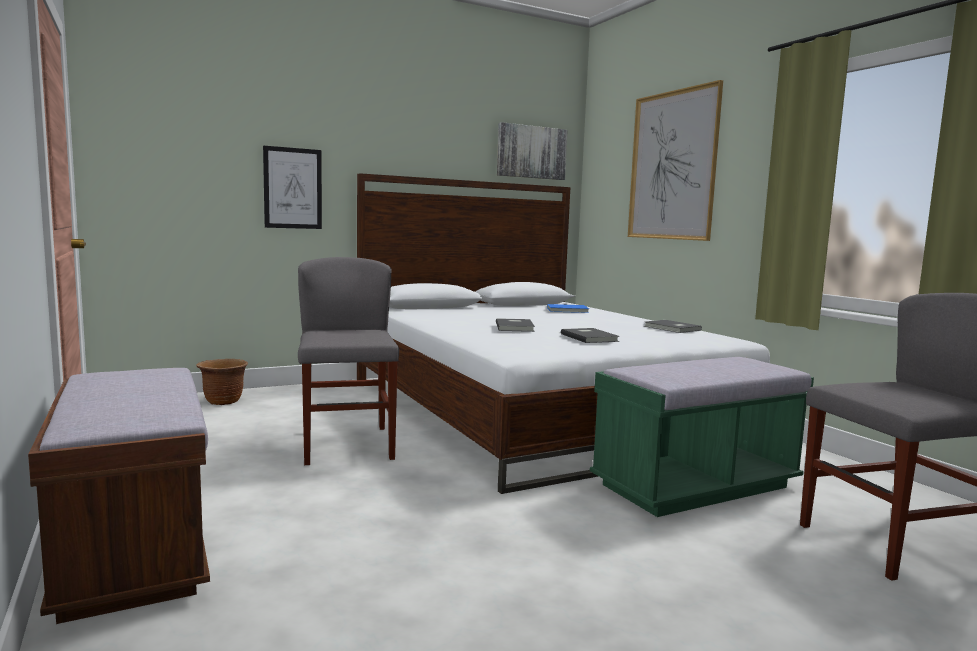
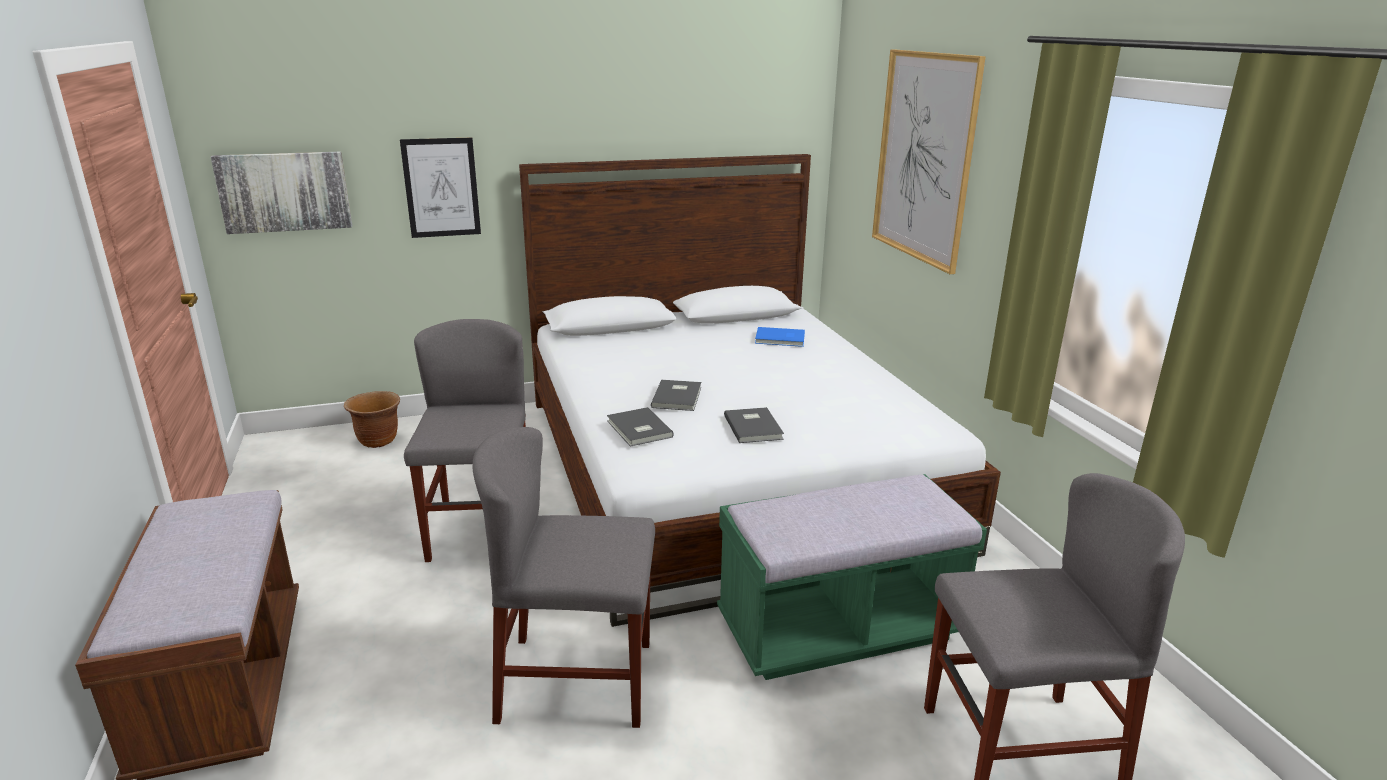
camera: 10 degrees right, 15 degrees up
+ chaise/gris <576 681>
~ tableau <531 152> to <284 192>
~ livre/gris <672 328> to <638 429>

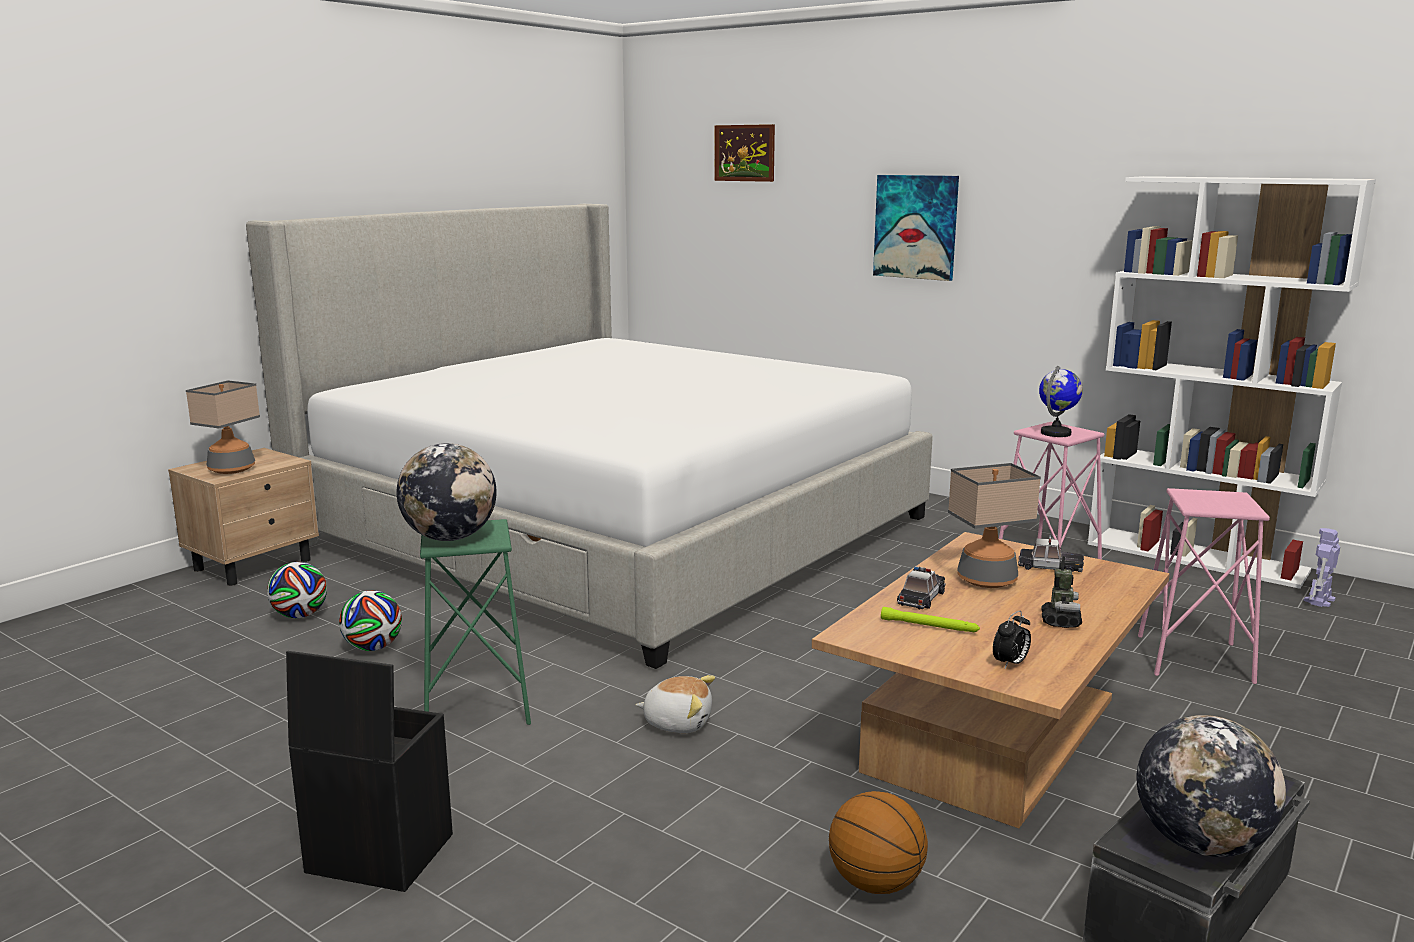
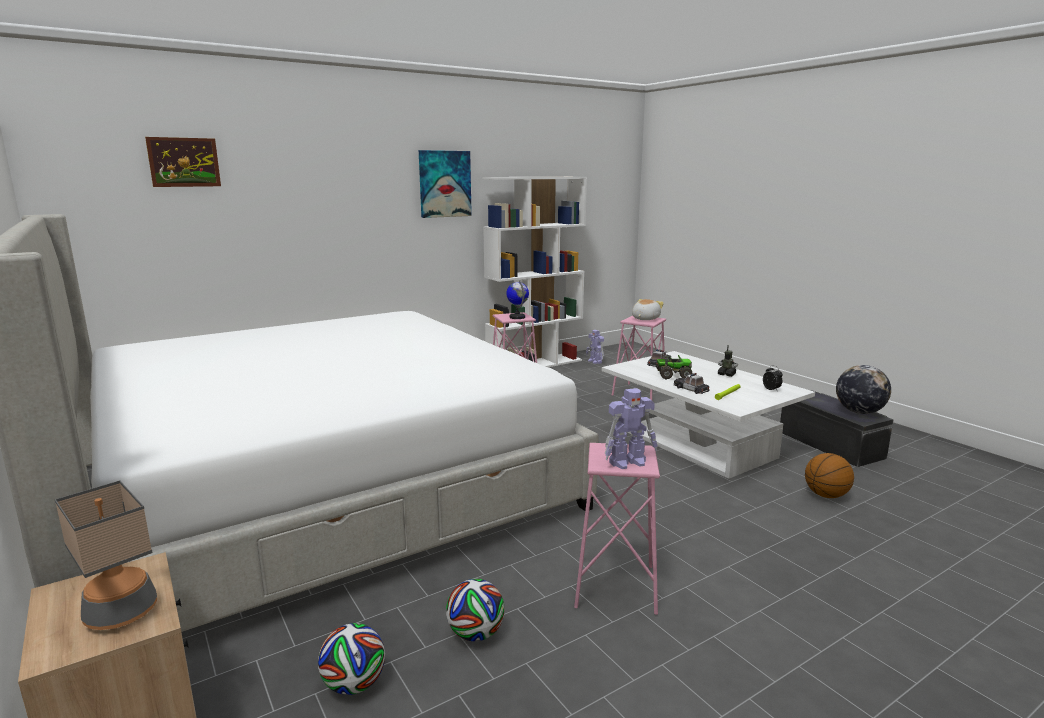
camera: 70 degrees left, 0 degrees up
- boîte de rangement/noir <376 854>
~ peluche <678 722> to <644 319>
~ tableau <916 227> to <444 184>
~ globe <450 538> to robot jouet <629 462>
~ lampe de table <987 580> to camion jouet <672 375>
~ tabouret/vert <476 705> to tabouret/rose <615 586>
~ table basse/marron <992 734> to table basse/blanc <696 443>

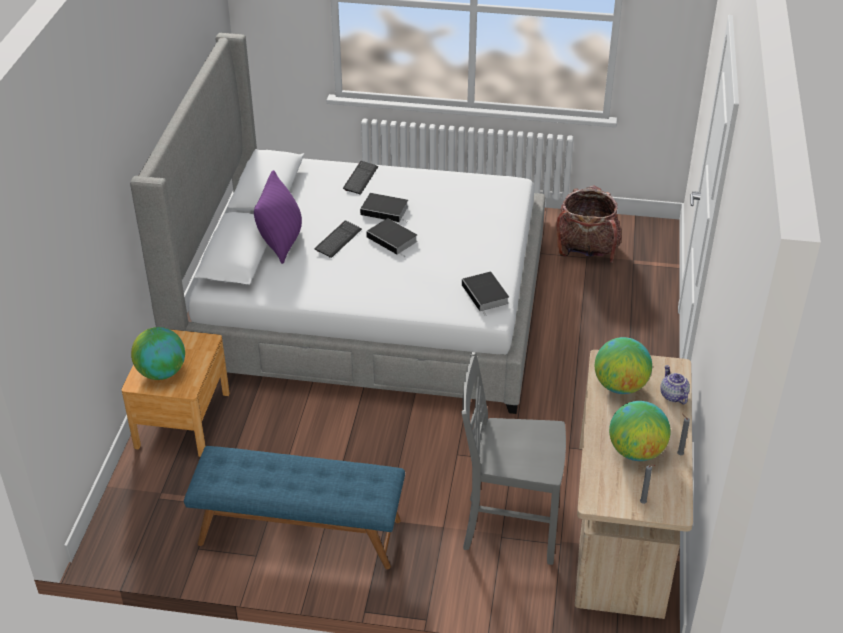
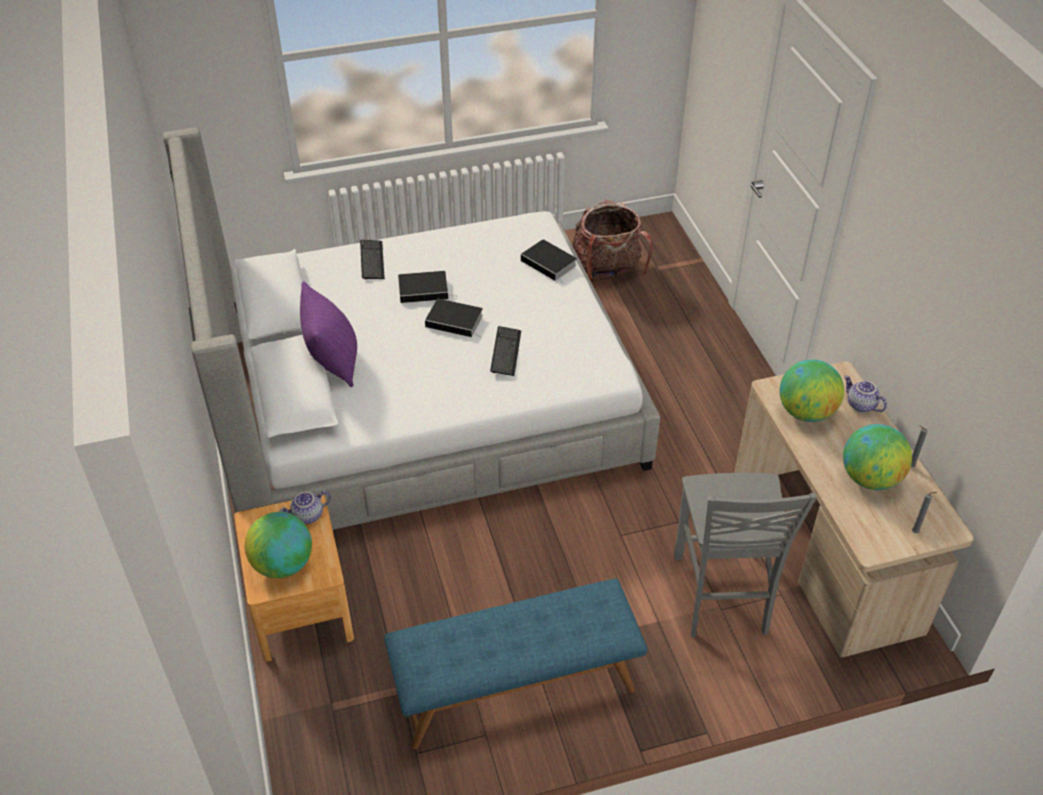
camera: 25 degrees left, 5 degrees up
+ théière <308 516>
~ clavier <338 240> to <506 352>
~ livre <486 295> to <550 263>
~ chaise/gris <508 527> = <721 596> 75 degrees counterclockwise

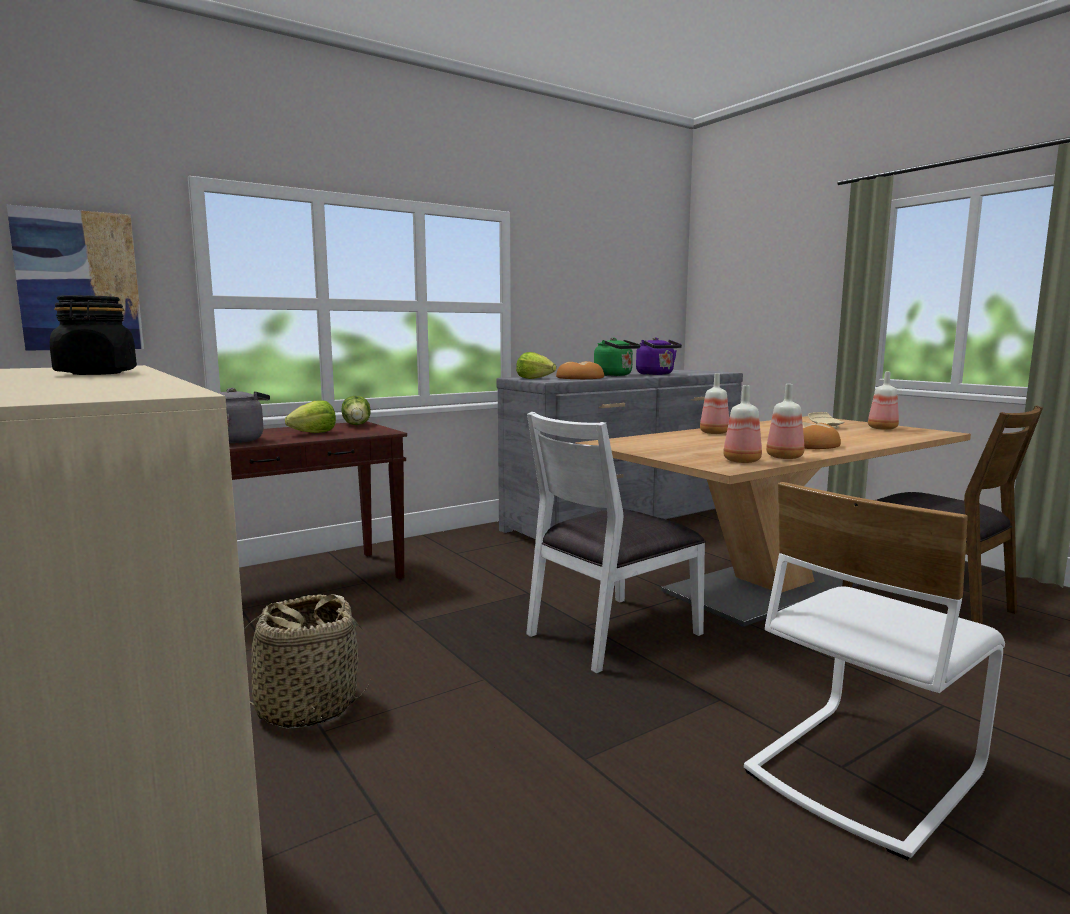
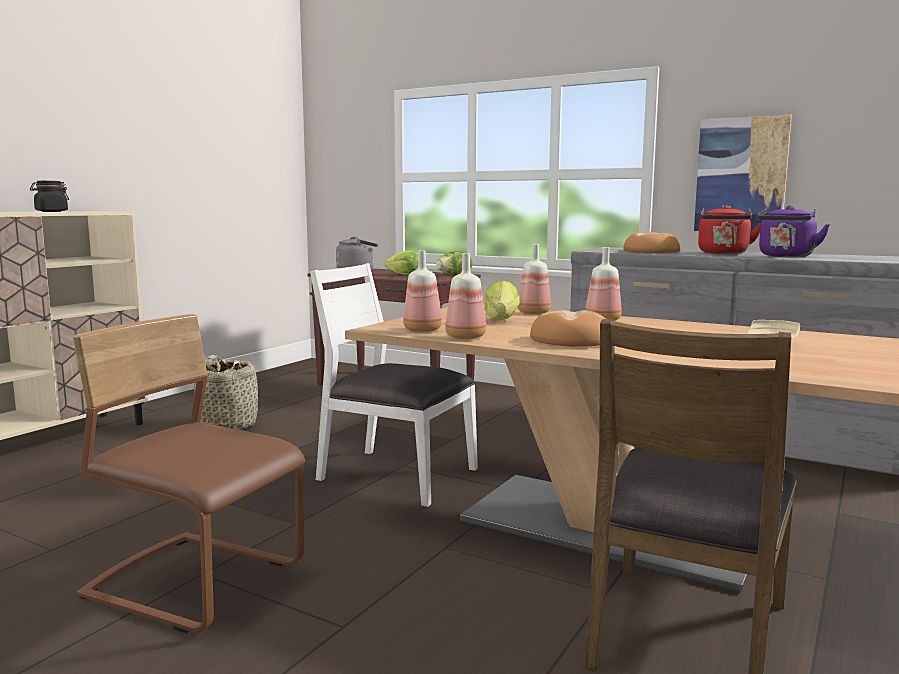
camera: 65 degrees right, 0 degrees up
~ tableau <79 281> to <741 175>
~ laitue <534 378> to <501 320>
~ bouteille <883 428> to <533 313>
~ bouilloire/vert <615 375> to bouilloire/rouge <723 253>
~ chaise/blanc <862 771> to chaise/marron <196 582>

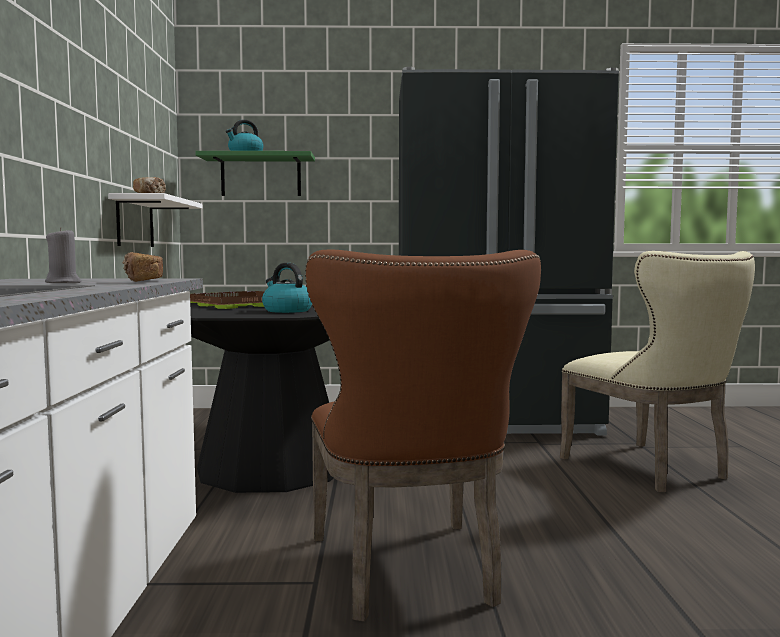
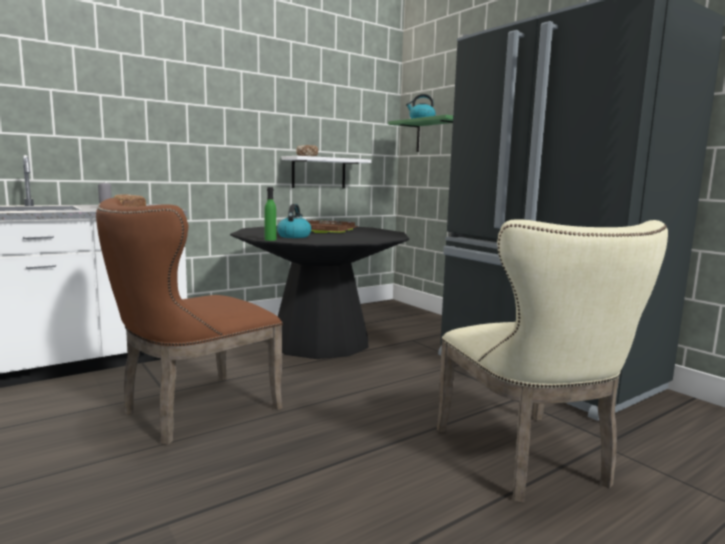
camera: 55 degrees right, 5 degrees up
+ bouteille/vert <270 239>
~ chaise/beige <653 470> = <530 460> 45 degrees counterclockwise

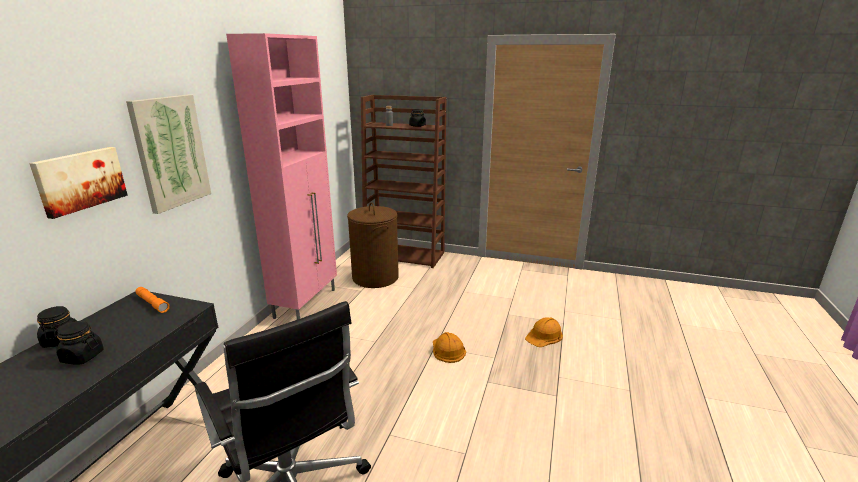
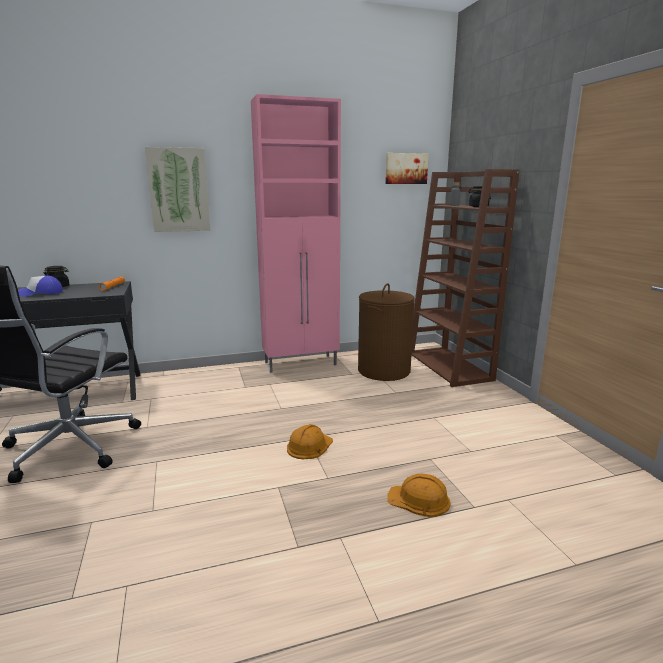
camera: 55 degrees right, 5 degrees down
~ tableau <80 180> to <406 168>
~ bocal/noir <82 356> to casquette <40 293>

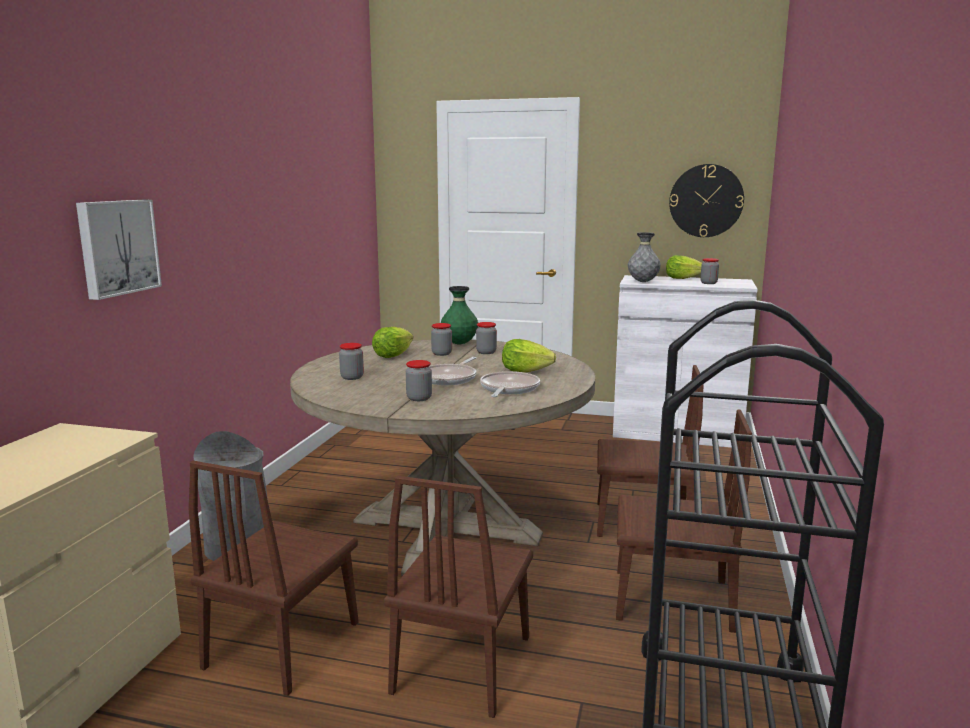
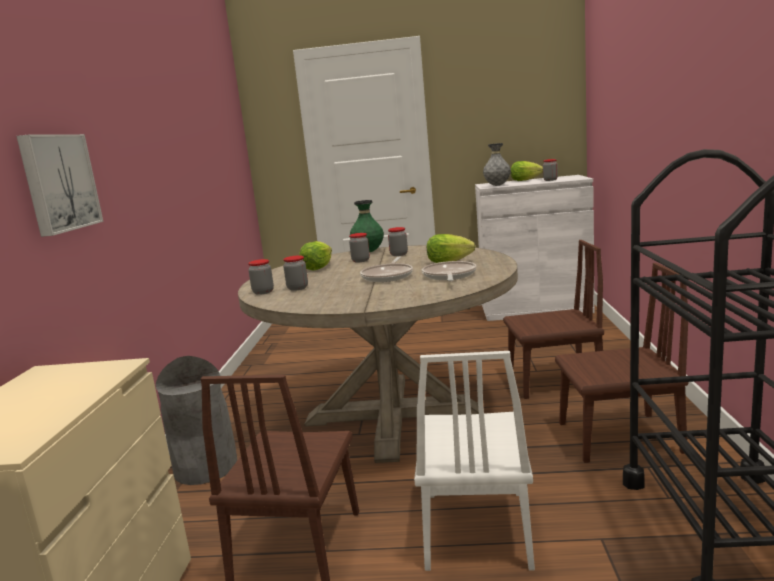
camera: 10 degrees left, 0 degrees up
- horloge murale <706 201>
~ bocal <419 398> to <263 292>
~ chaise/marron <462 663> to chaise/blanc <476 528>

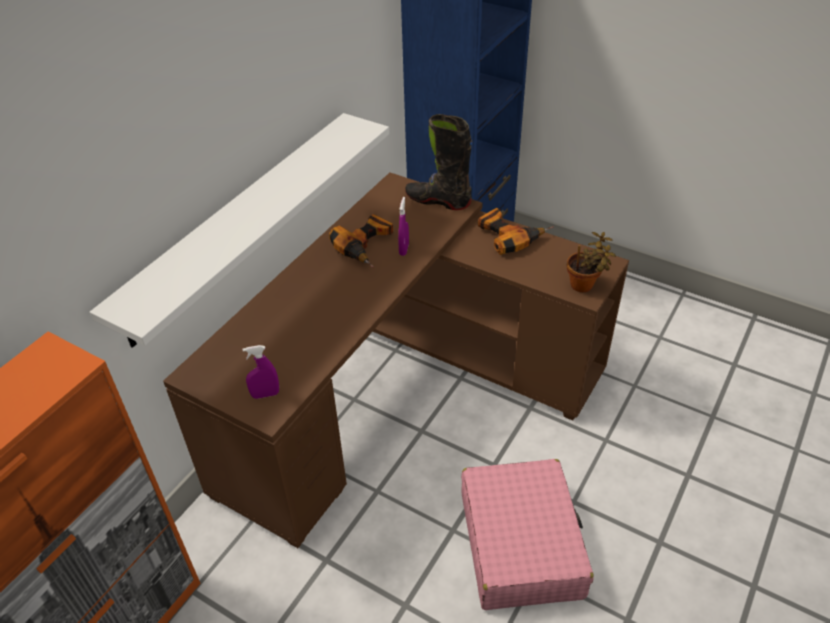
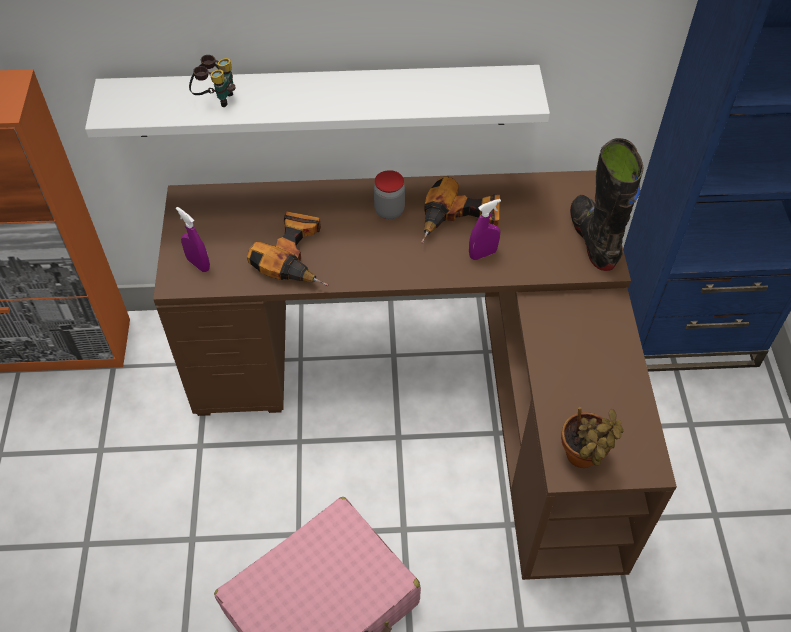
camera: 55 degrees right, 10 degrees up
+ jumelles <216 98>
+ bocal <389 211>
~ perceuse <510 235> to <298 256>

